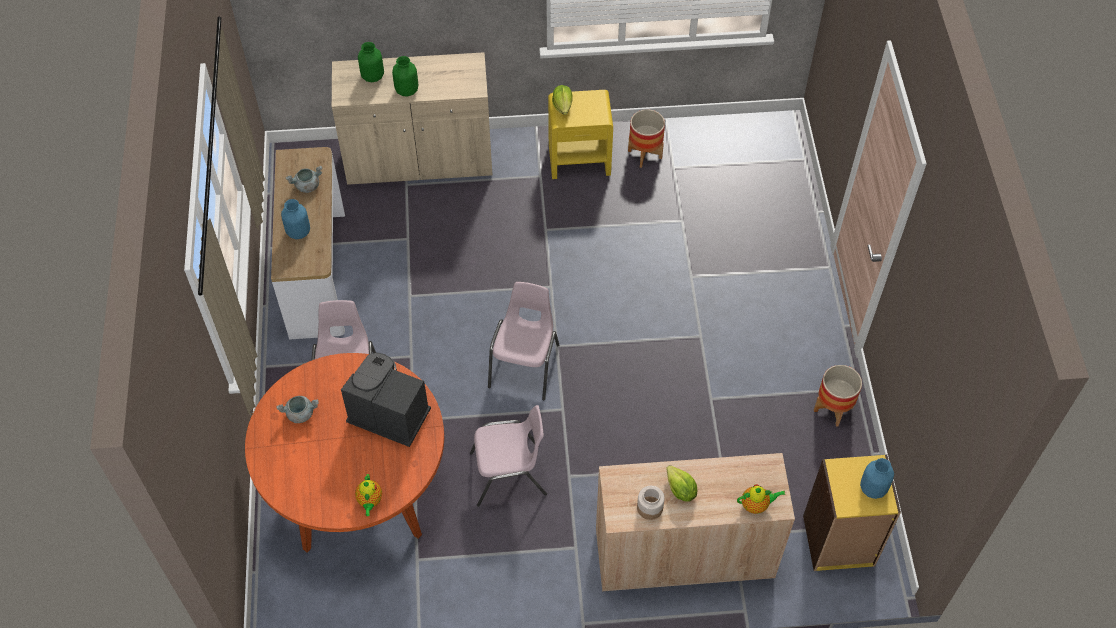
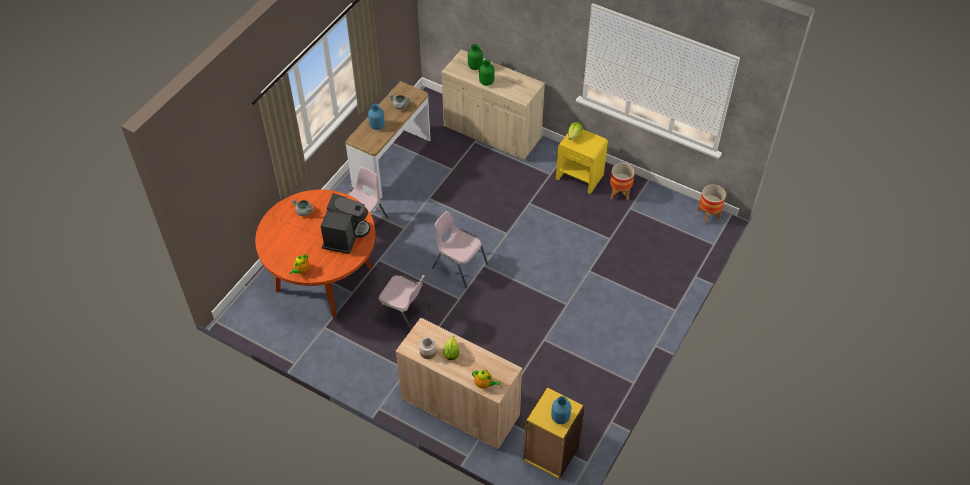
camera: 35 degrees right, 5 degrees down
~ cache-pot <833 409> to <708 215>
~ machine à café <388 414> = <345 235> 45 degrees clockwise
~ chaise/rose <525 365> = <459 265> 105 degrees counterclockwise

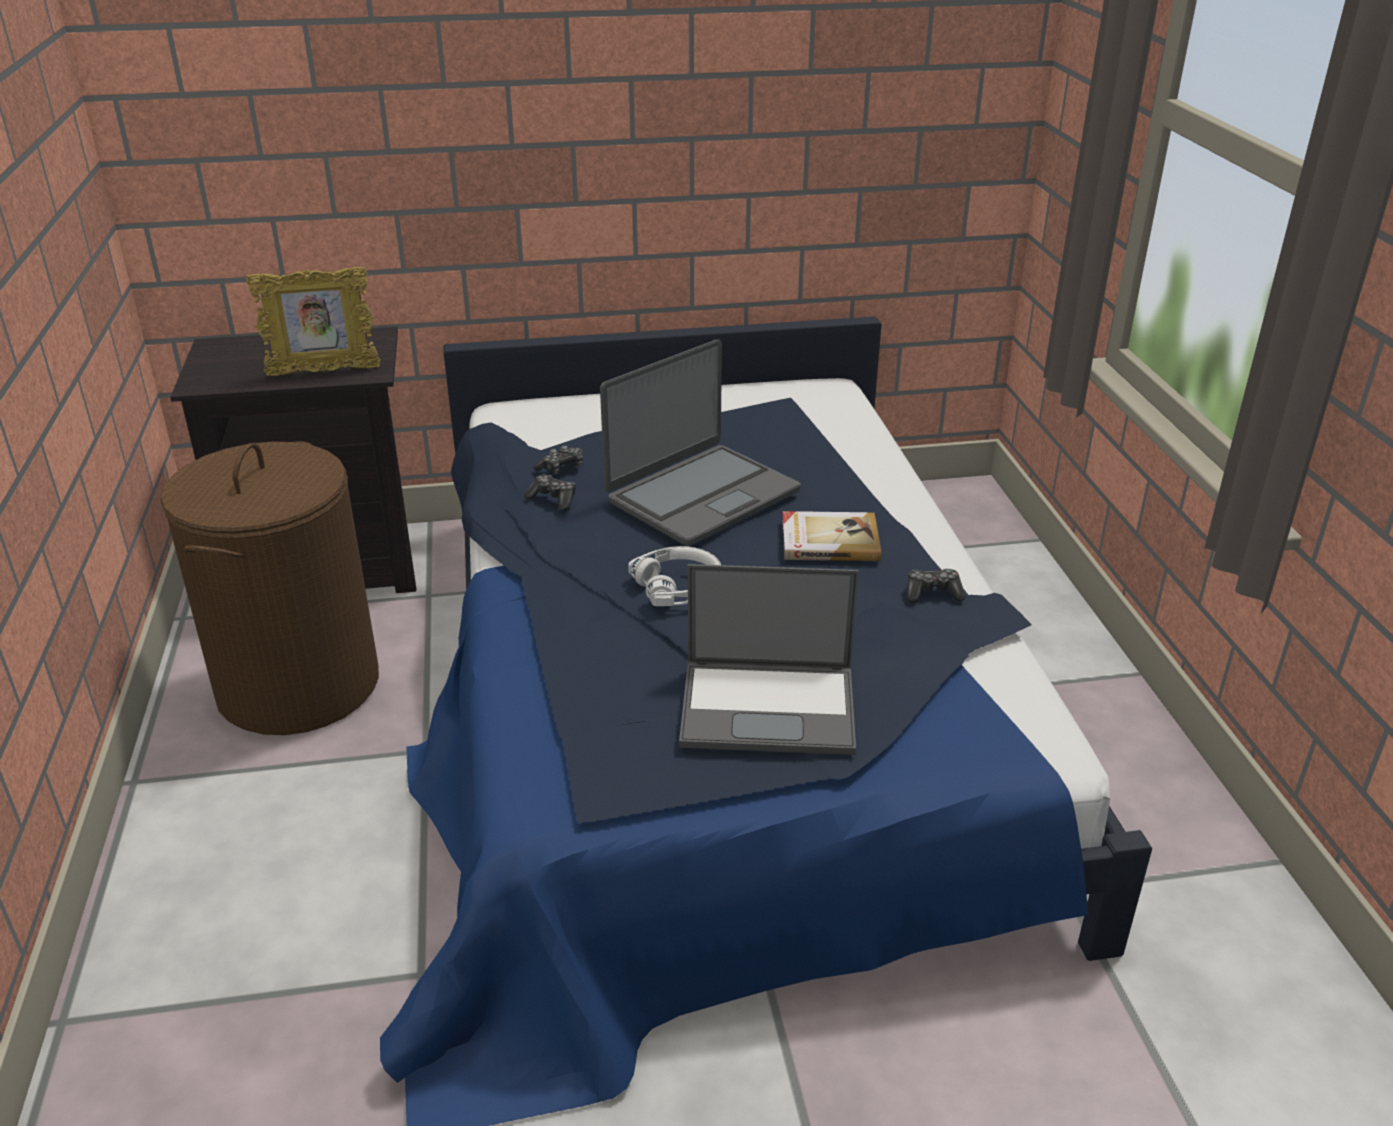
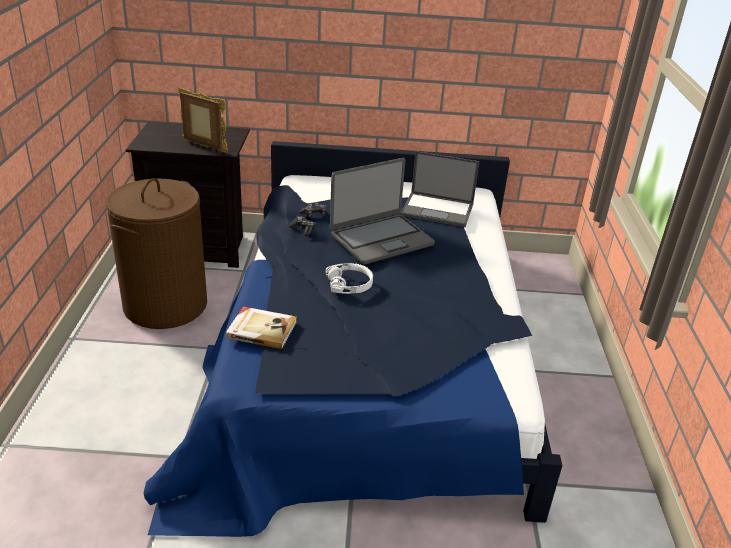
camera: 10 degrees right, 0 degrees up
- manette <932 593>
~ ordinateur portable <770 706> to <438 210>
~ livre <829 540> to <261 329>
~ cadre photo <323 371> = <204 147> 150 degrees counterclockwise

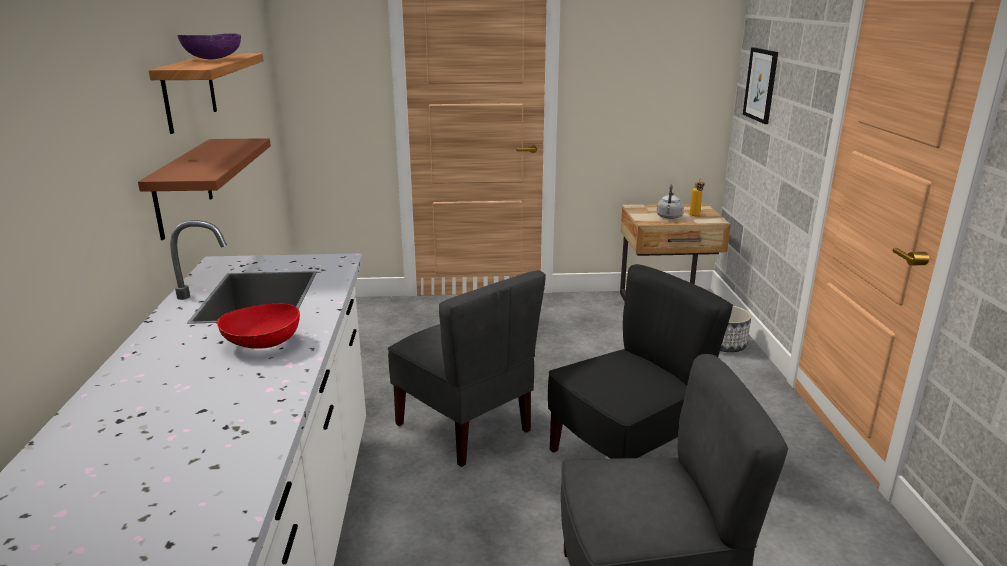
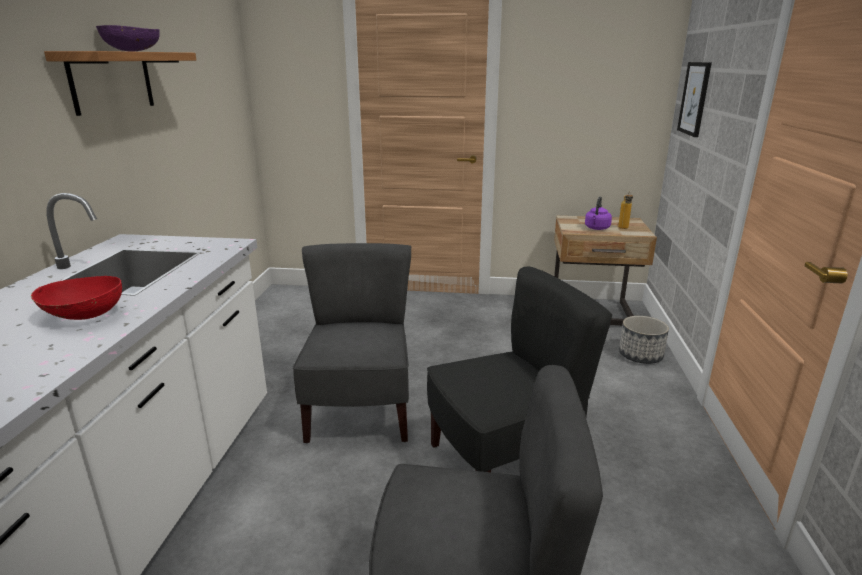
camera: 10 degrees right, 0 degrees up
- étagère/marron <183 187>
~ bouilloire/gris <669 217> to bouilloire/violet <596 228>
~ chaise/gris <465 427> = <360 413> 150 degrees counterclockwise

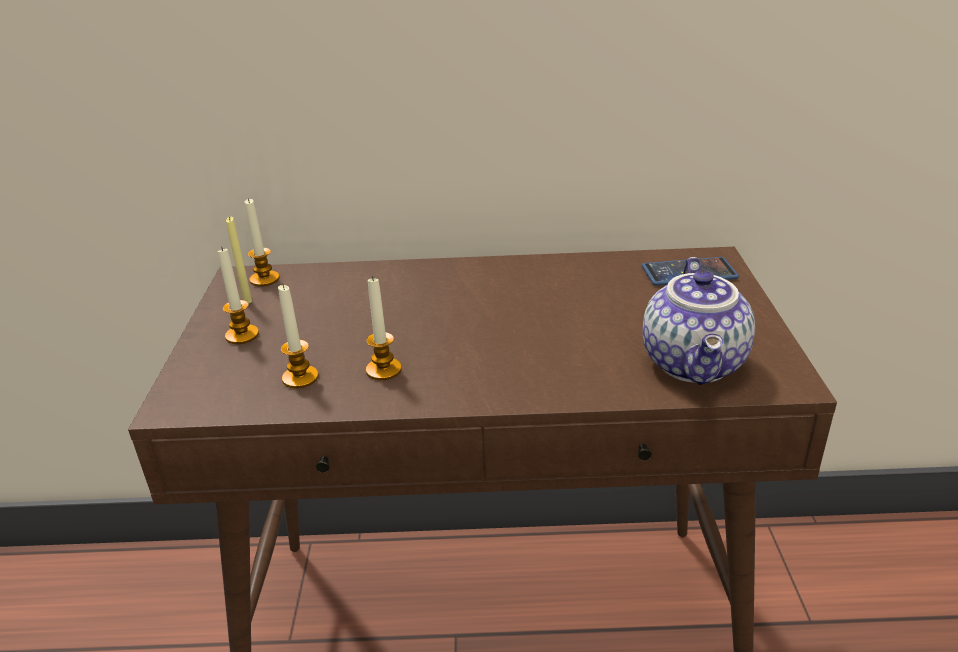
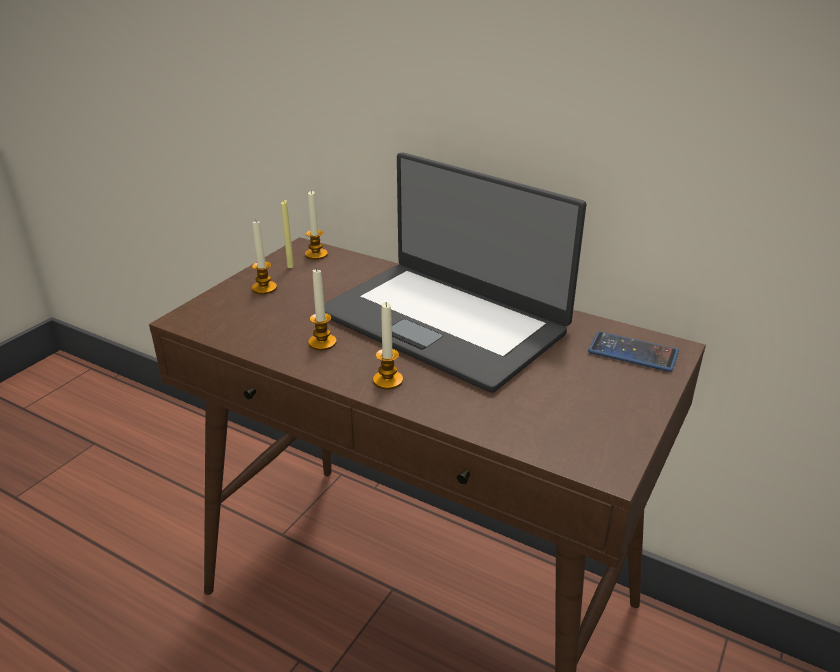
camera: 30 degrees right, 0 degrees up
- théière <696 364>
+ ordinateur portable <444 321>
~ bougie <300 378> to <388 380>

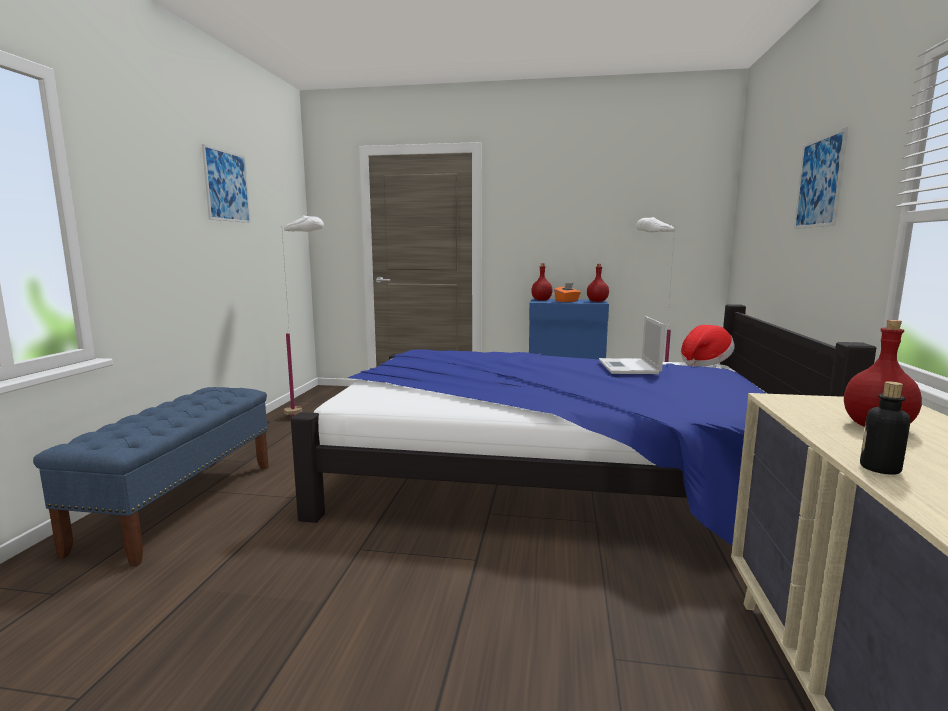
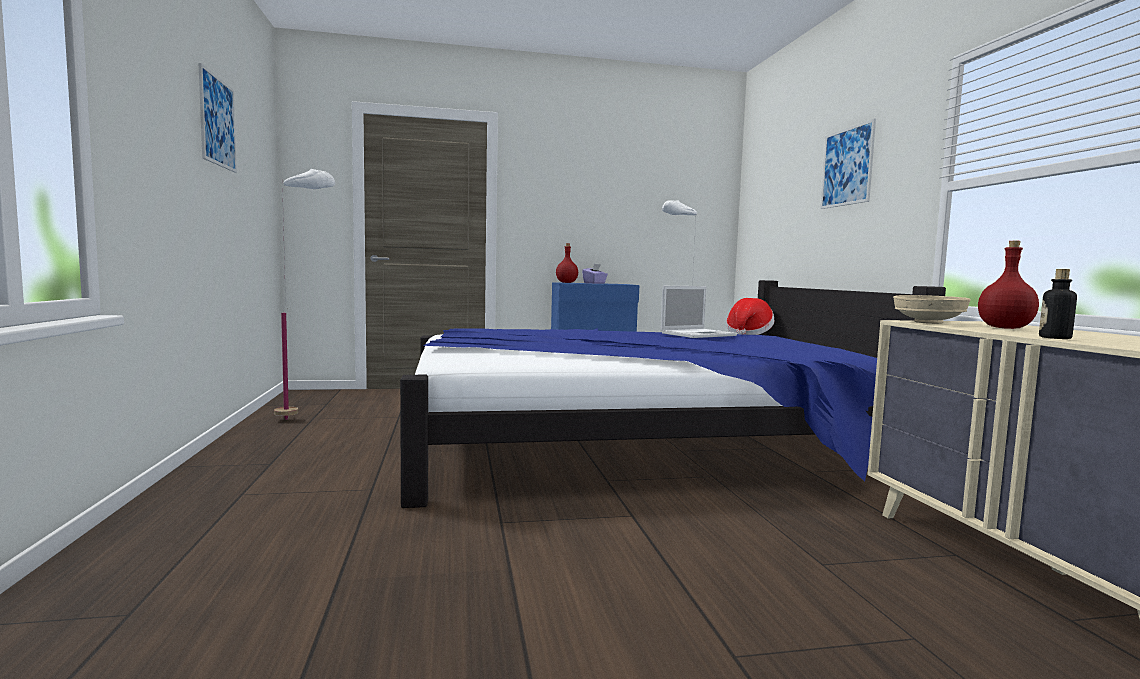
camera: 20 degrees left, 5 degrees down
- banc/bleu <181 504>
- bouteille/rouge <597 301>
+ bol/beige <927 322>
~ boîte à mouchoirs/orange <567 301> to boîte à mouchoirs/violet <594 283>
~ ordinateur portable <629 367> = <699 334> 105 degrees counterclockwise

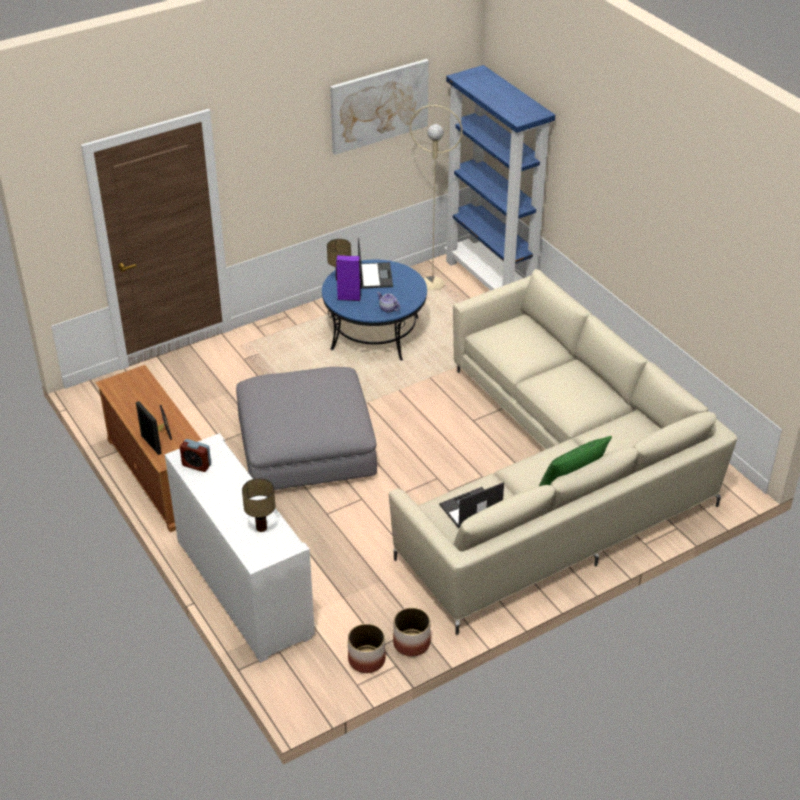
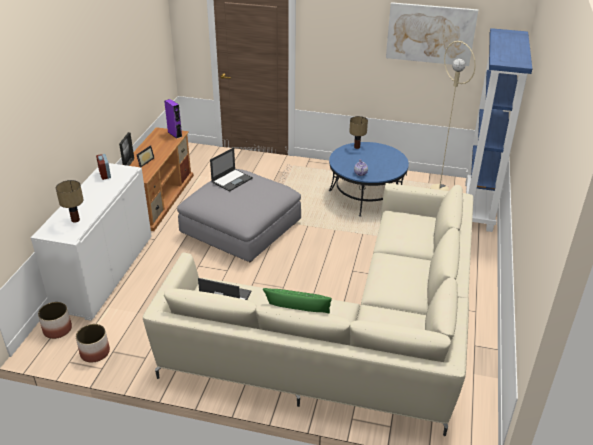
camera: 45 degrees right, 5 degrees down
~ enceinte/violet <349 297> to <175 134>
~ ordinateur portable <375 275> to <232 180>
~ cache-pot <411 643> to <57 330>

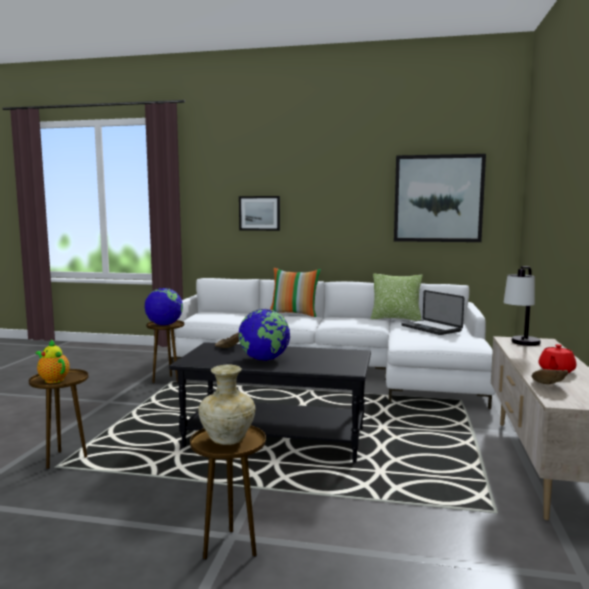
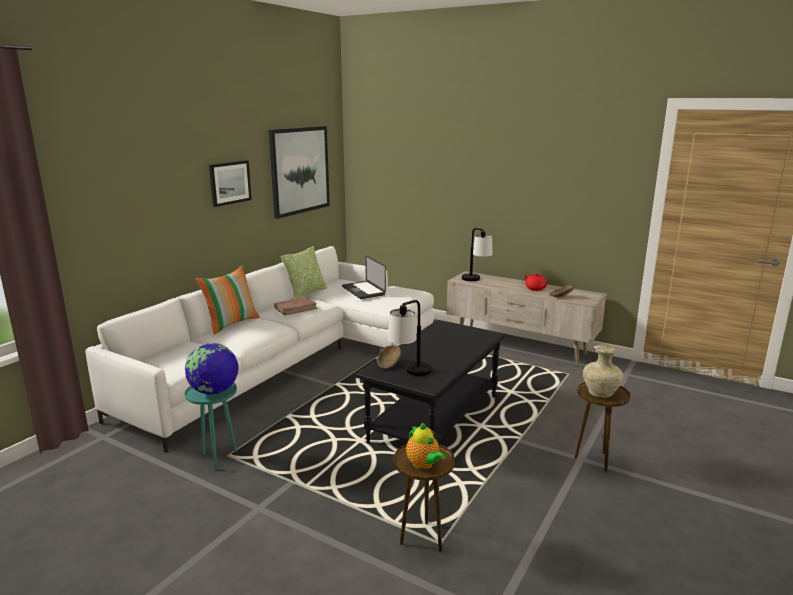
camera: 70 degrees left, 10 degrees up
- globe <264 360>
+ livre/marron <296 308>
+ lampe de table <410 375>
~ tableau <259 213> to <229 182>
~ table d'appoint/marron <167 380> to table d'appoint/turquoise <218 458>
~ théière <53 380> = <424 464> 90 degrees counterclockwise
~ ordinateur portable <431 328> = <363 291> 75 degrees clockwise

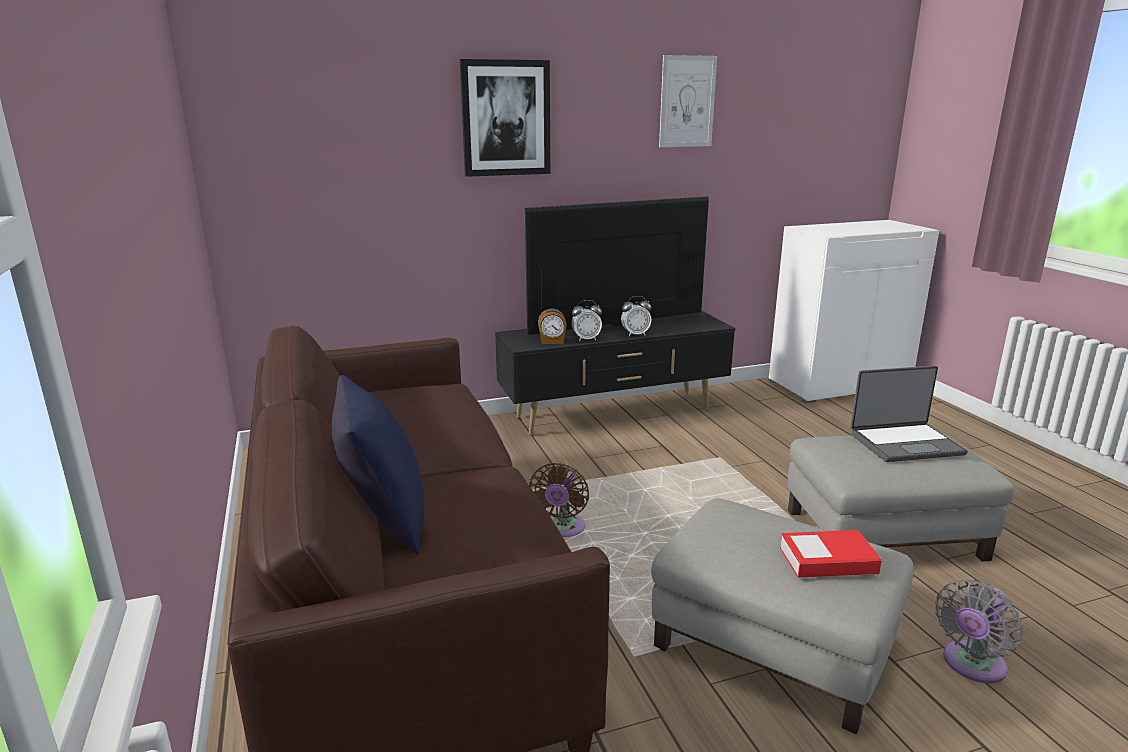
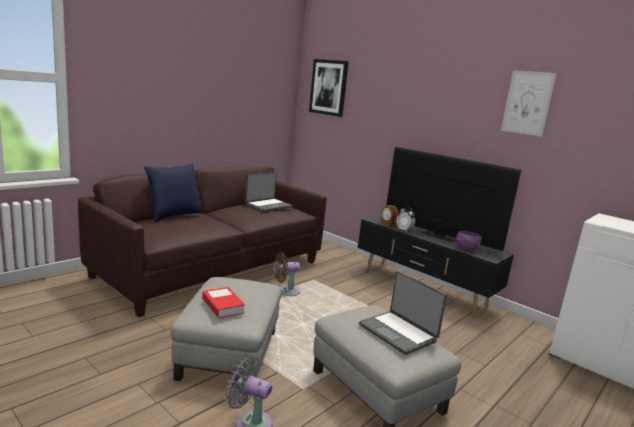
camera: 60 degrees right, 5 degrees down
- réveil <635 334>
+ ordinateur portable <268 206>
+ bol/violet <466 250>
~ tableau <506 118> to <328 87>

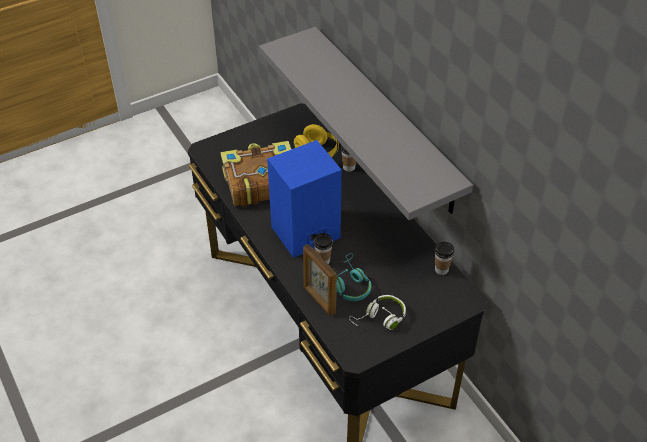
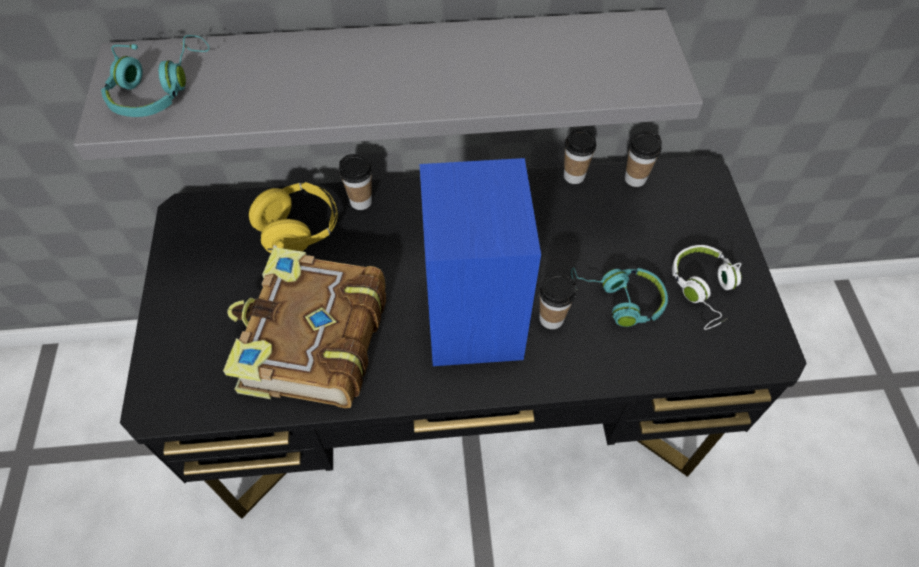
camera: 65 degrees left, 10 degrees up
- cadre photo <319 300>
+ casque audio/turquoise <158 89>
+ tasse <574 176>

